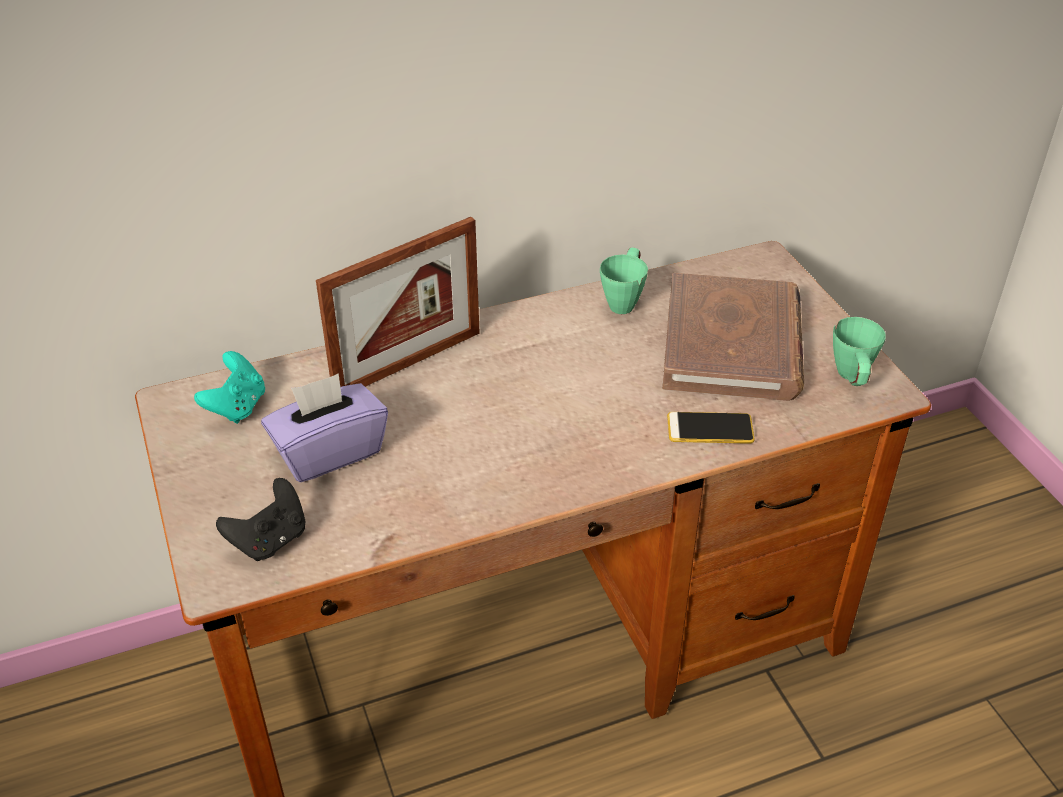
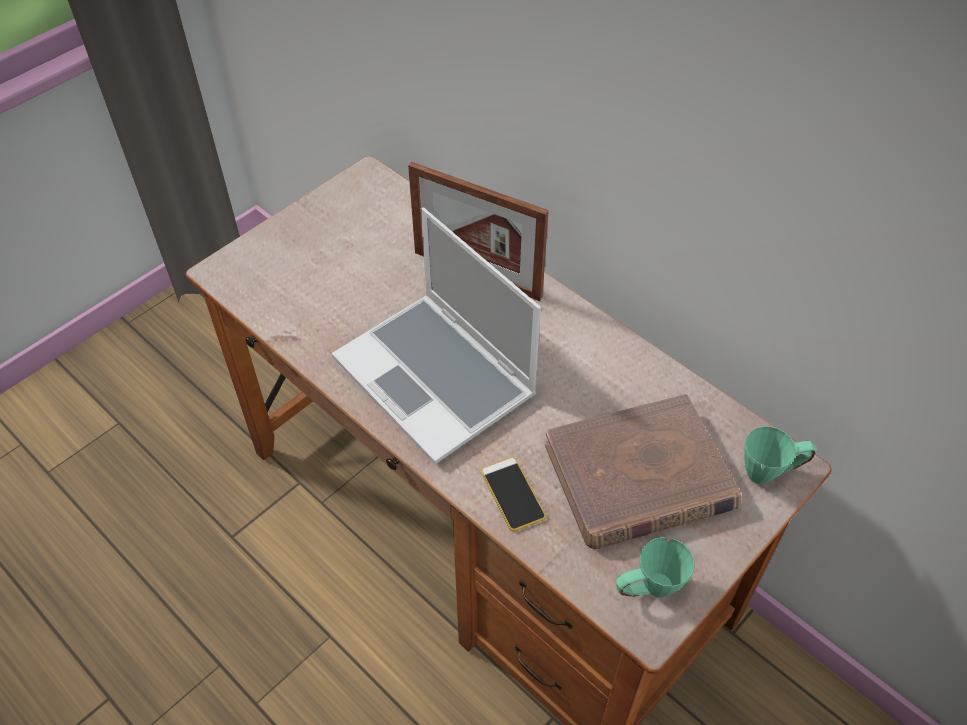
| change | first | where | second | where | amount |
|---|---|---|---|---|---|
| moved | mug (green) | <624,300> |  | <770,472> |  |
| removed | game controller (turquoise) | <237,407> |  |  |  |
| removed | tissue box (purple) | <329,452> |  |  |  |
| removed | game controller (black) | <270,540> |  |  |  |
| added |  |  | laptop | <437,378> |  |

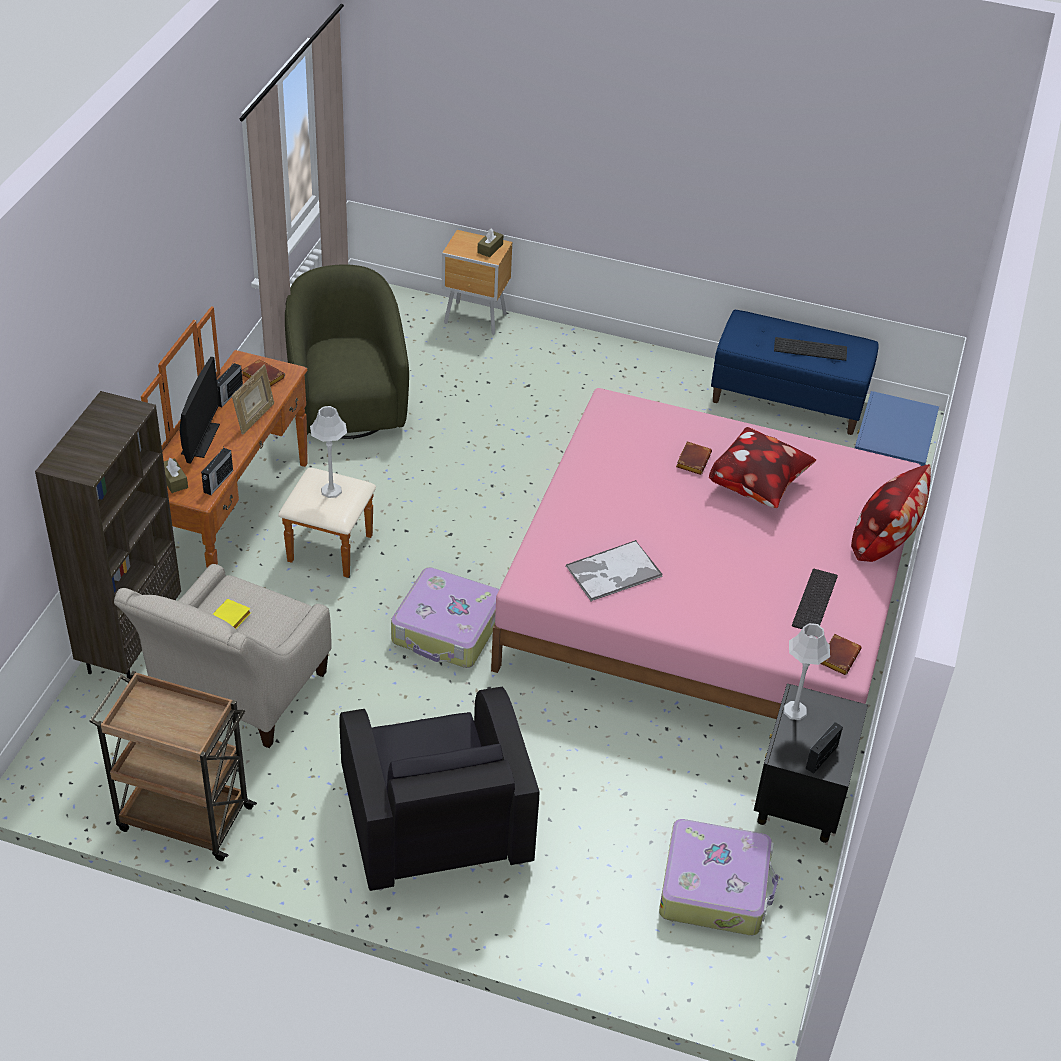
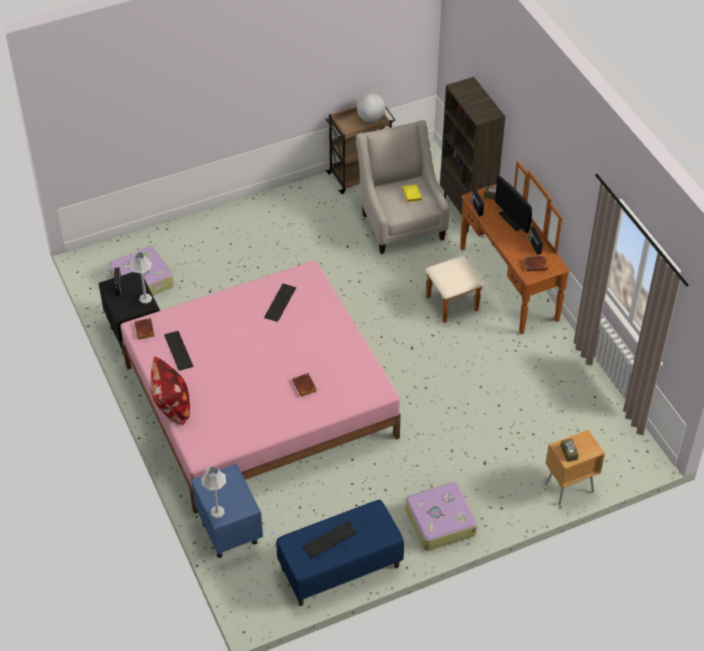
| change | first | where | second | where | amount |
|---|---|---|---|---|---|
| removed | armchair (green) | <347,404> |  |  |  |
| removed | picture frame | <255,419> |  |  |  |
| moved | table lamp (grey) | <331,490> |  | <217,512> |  |
| removed | pillow | <759,487> |  |  |  |
| replaced | tray | <612,572> | keyboard | <279,302> |  |
| moved | suitcase | <447,629> |  | <439,521> |  |
| removed | armchair (black) | <435,818> |  |  |  |
| added |  |  | globe | <370,118> |  |

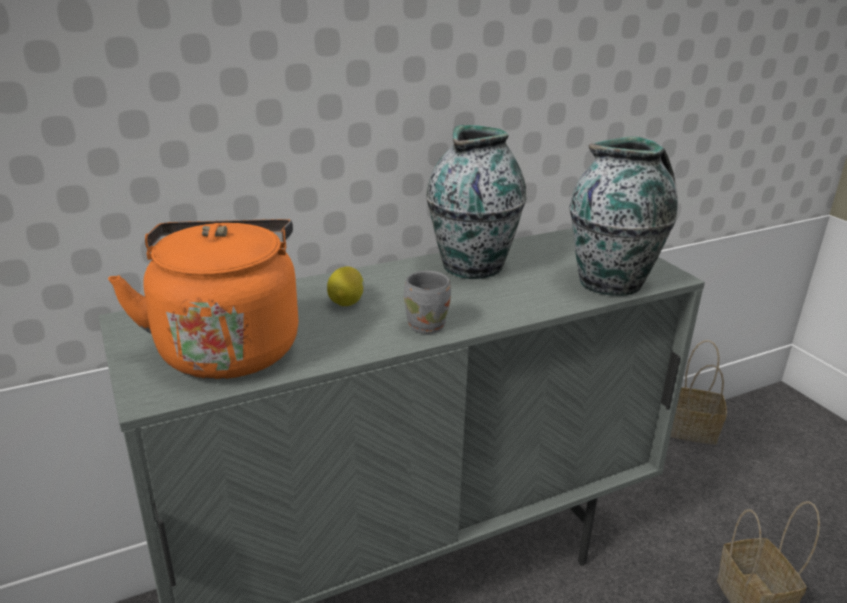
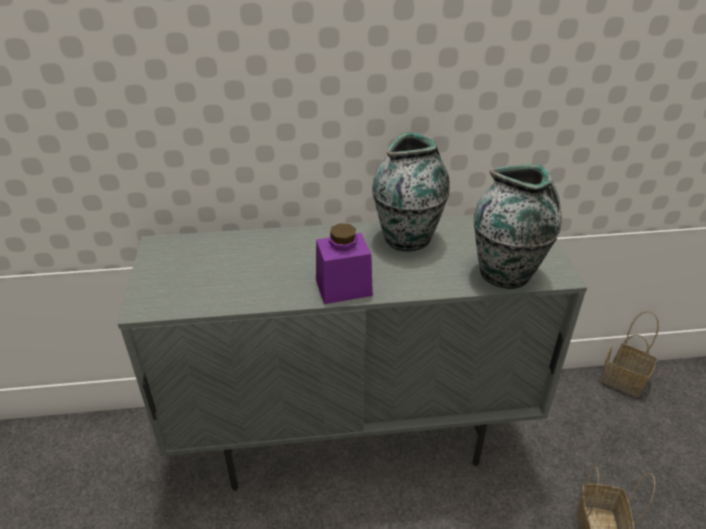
| change | first | where | second | where | amount |
|---|---|---|---|---|---|
| removed | kettle (orange) | <228,346> |  |  |  |
| removed | lemon | <346,302> |  |  |  |
| replaced | mug (grey) | <429,325> | jar (purple) | <343,287> |  |

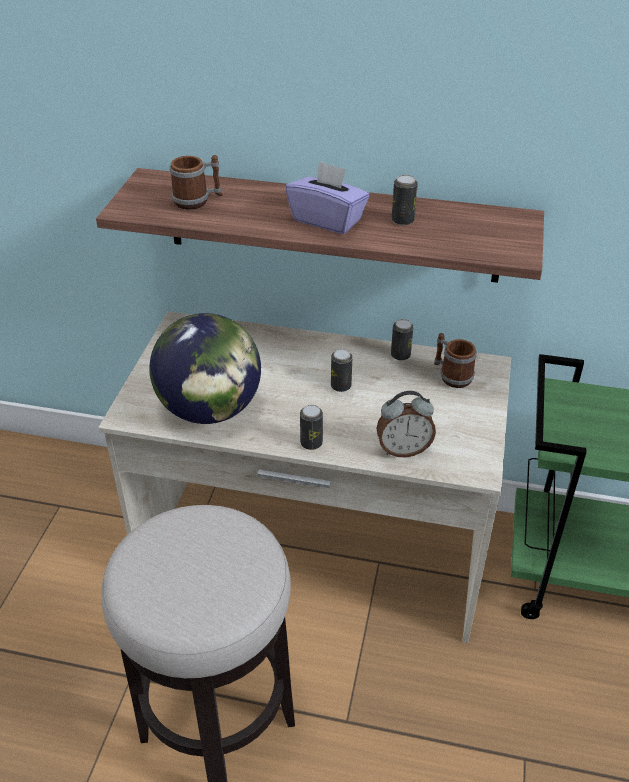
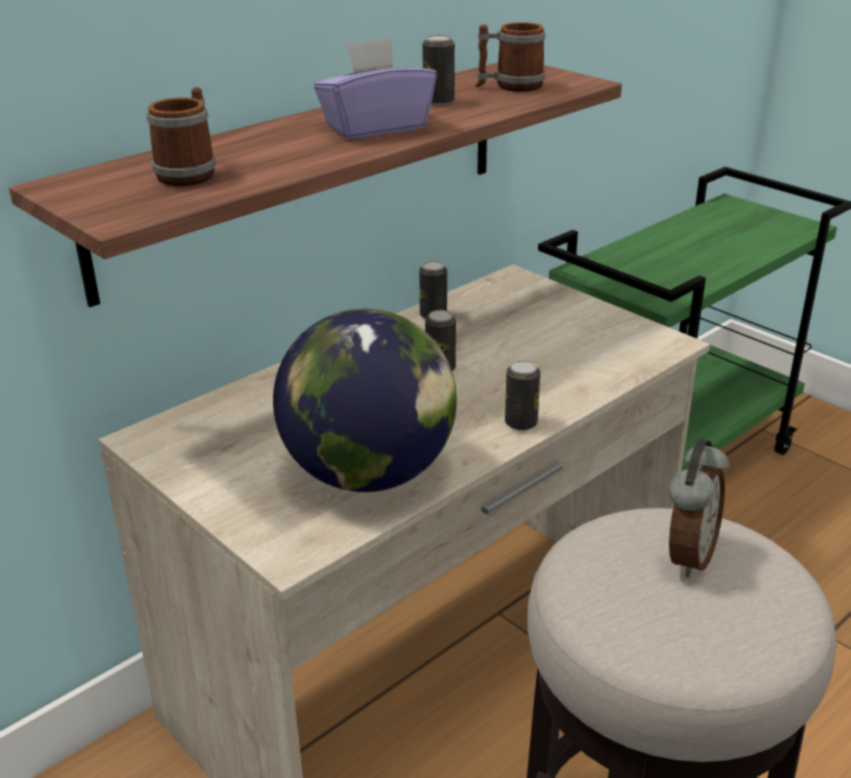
| change | first | where | second | where | amount |
|---|---|---|---|---|---|
| moved | mug | <451,375> |  | <510,86> |  |
| moved | alarm clock | <403,449> |  | <688,556> |  |

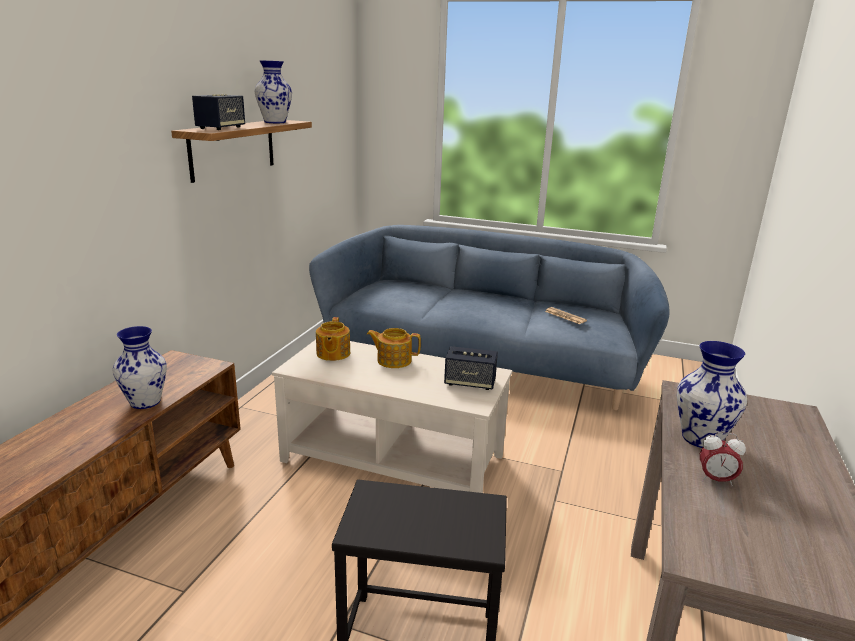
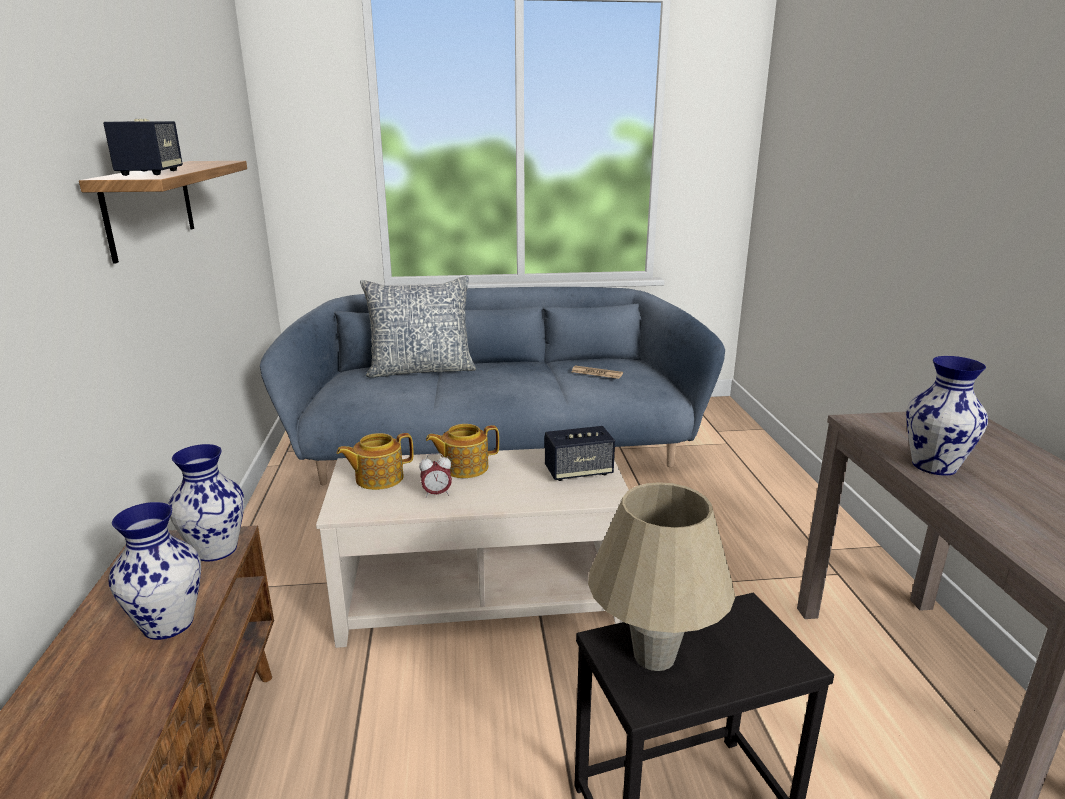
| change | first | where | second | where | amount |
|---|---|---|---|---|---|
| moved | vase | <274,122> |  | <214,550> |  |
| turned | teapot | <332,354> |  | <378,478> | 90 degrees clockwise |
| moved | alarm clock | <715,480> |  | <436,494> |  |
| added |  |  | pillow | <421,370> |  |
| added |  |  | table lamp (beige) | <654,656> |  |

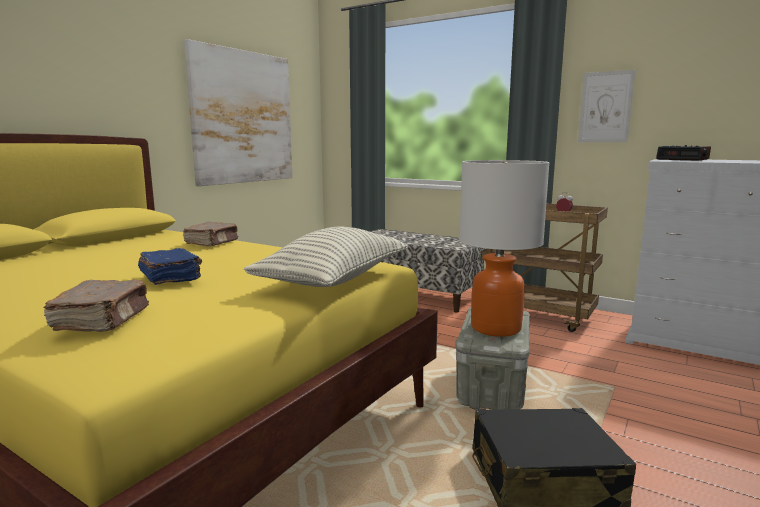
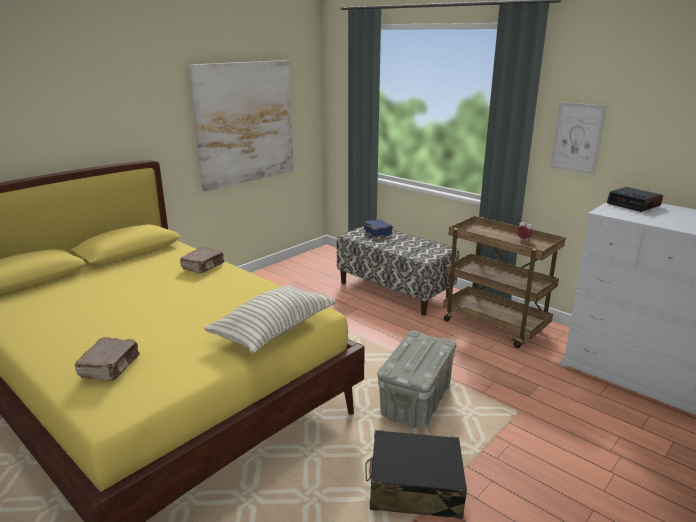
| change | first | where | second | where | amount |
|---|---|---|---|---|---|
| removed | table lamp | <496,328> |  |  |  |
| moved | book (blue) | <171,278> |  | <377,233> |  |

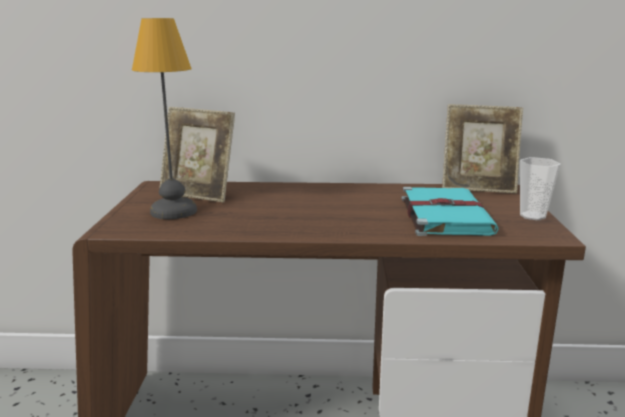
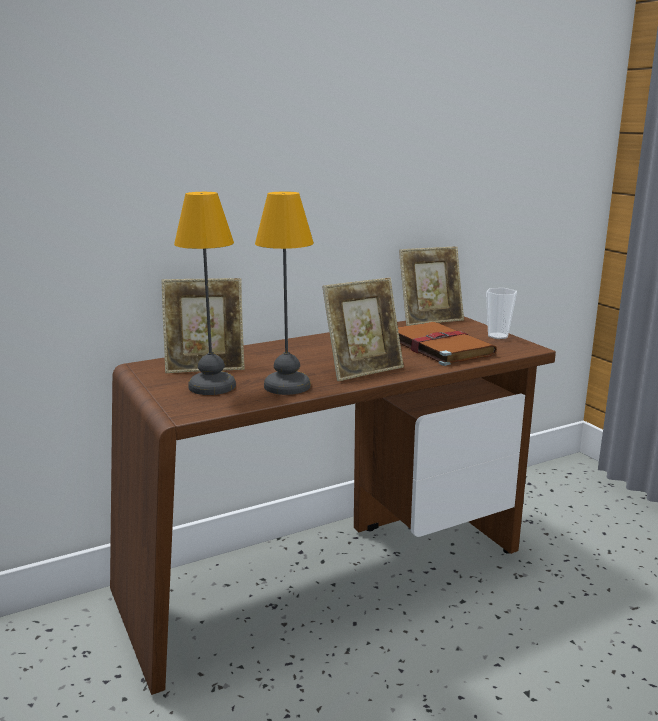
| change | first | where | second | where | amount |
|---|---|---|---|---|---|
| recoloured | book (turquoise) | <444,215> | book (brown) | <438,346> |  |
| added |  |  | table lamp | <286,385> |  |
| added |  |  | picture frame | <363,370> |  |

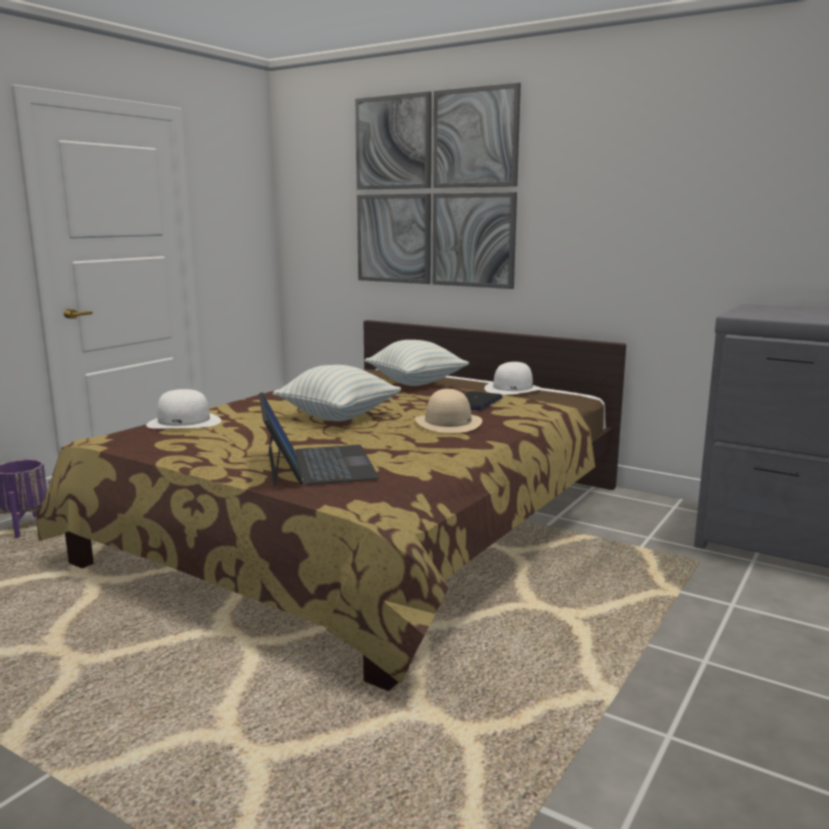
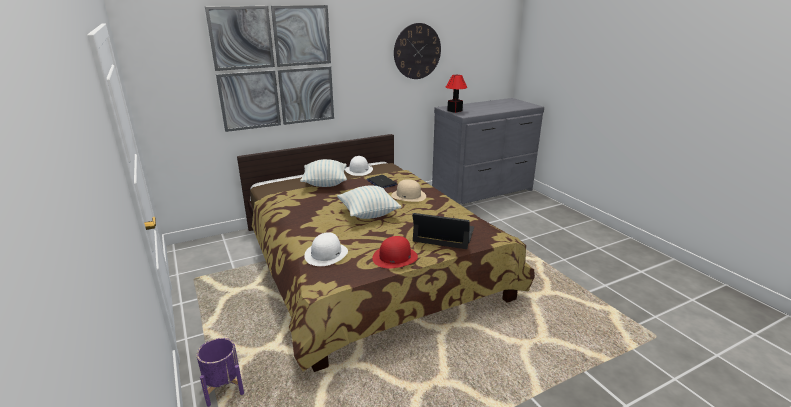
| change | first | where | second | where | amount |
|---|---|---|---|---|---|
| added |  |  | wall clock | <417,51> |  |
| added |  |  | table lamp | <455,111> |  |
| added |  |  | hat (red) | <395,257> |  |

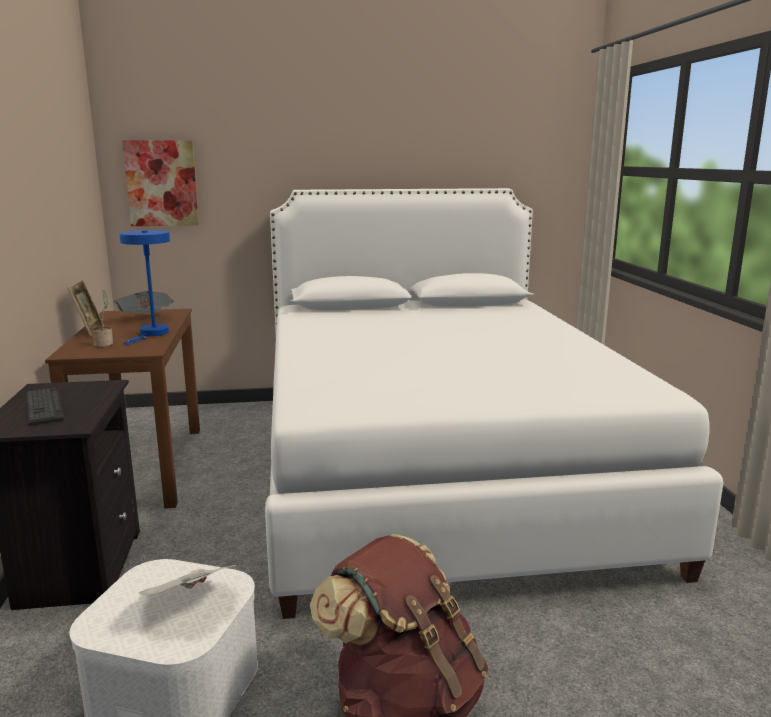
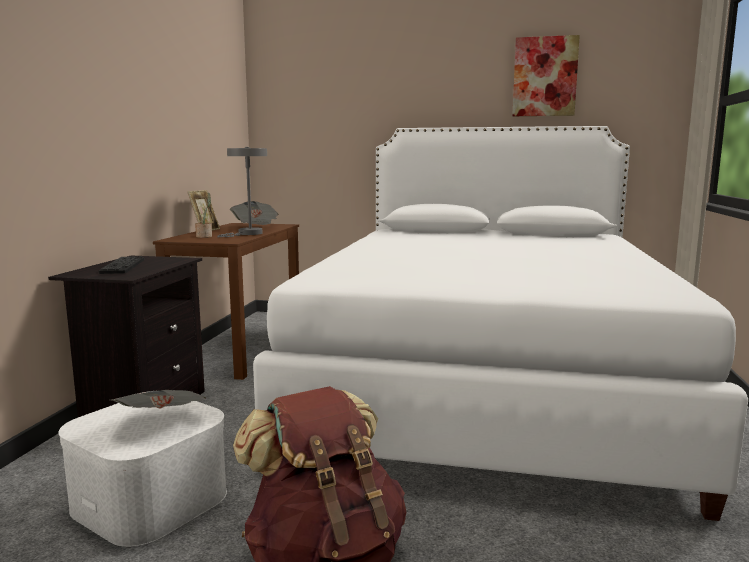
| change | first | where | second | where | amount |
|---|---|---|---|---|---|
| moved | picture | <162,183> |  | <545,77> |  |
| recoloured | table lamp (blue) | <151,334> | table lamp (grey) | <247,234> |  |

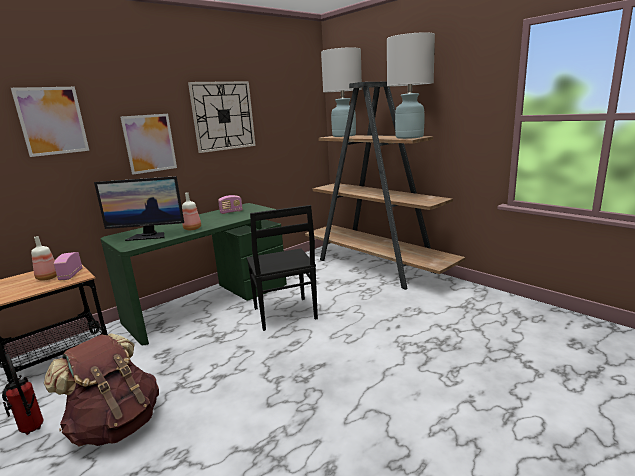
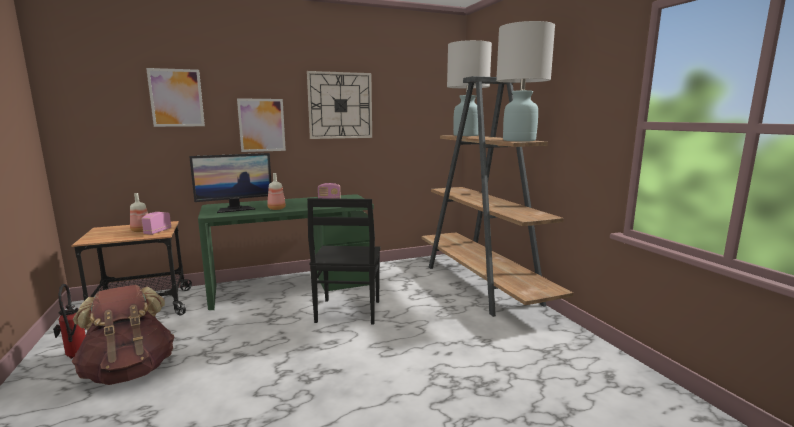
| change | first | where | second | where | amount |
|---|---|---|---|---|---|
| turned | monitor | <148,236> |  | <235,209> | 45 degrees counterclockwise |

